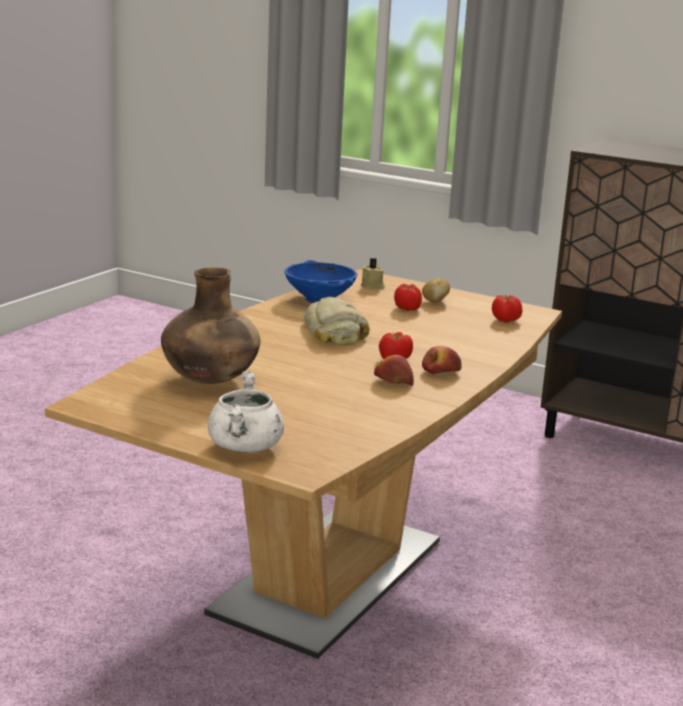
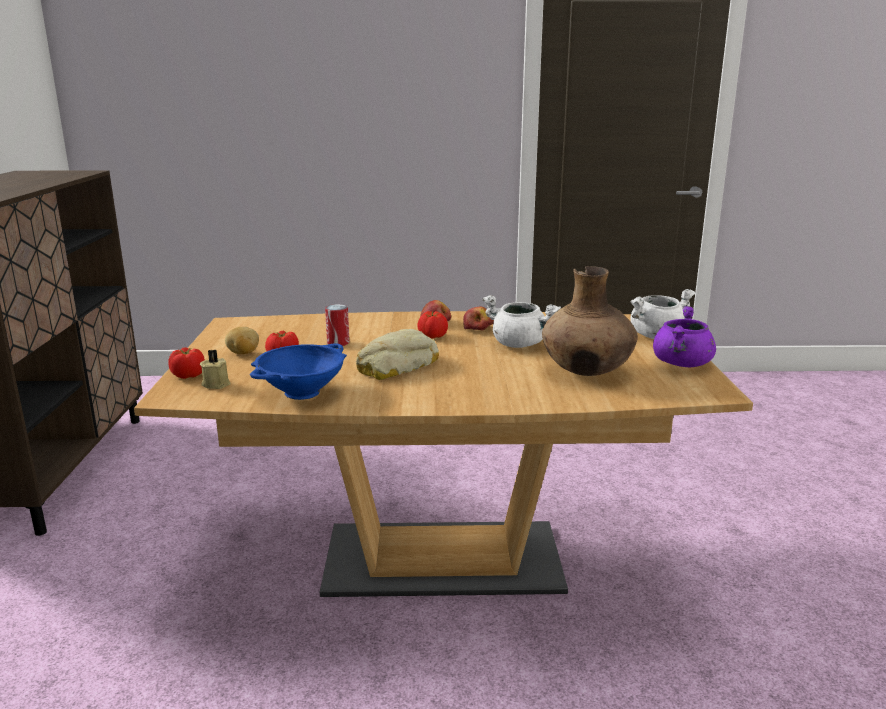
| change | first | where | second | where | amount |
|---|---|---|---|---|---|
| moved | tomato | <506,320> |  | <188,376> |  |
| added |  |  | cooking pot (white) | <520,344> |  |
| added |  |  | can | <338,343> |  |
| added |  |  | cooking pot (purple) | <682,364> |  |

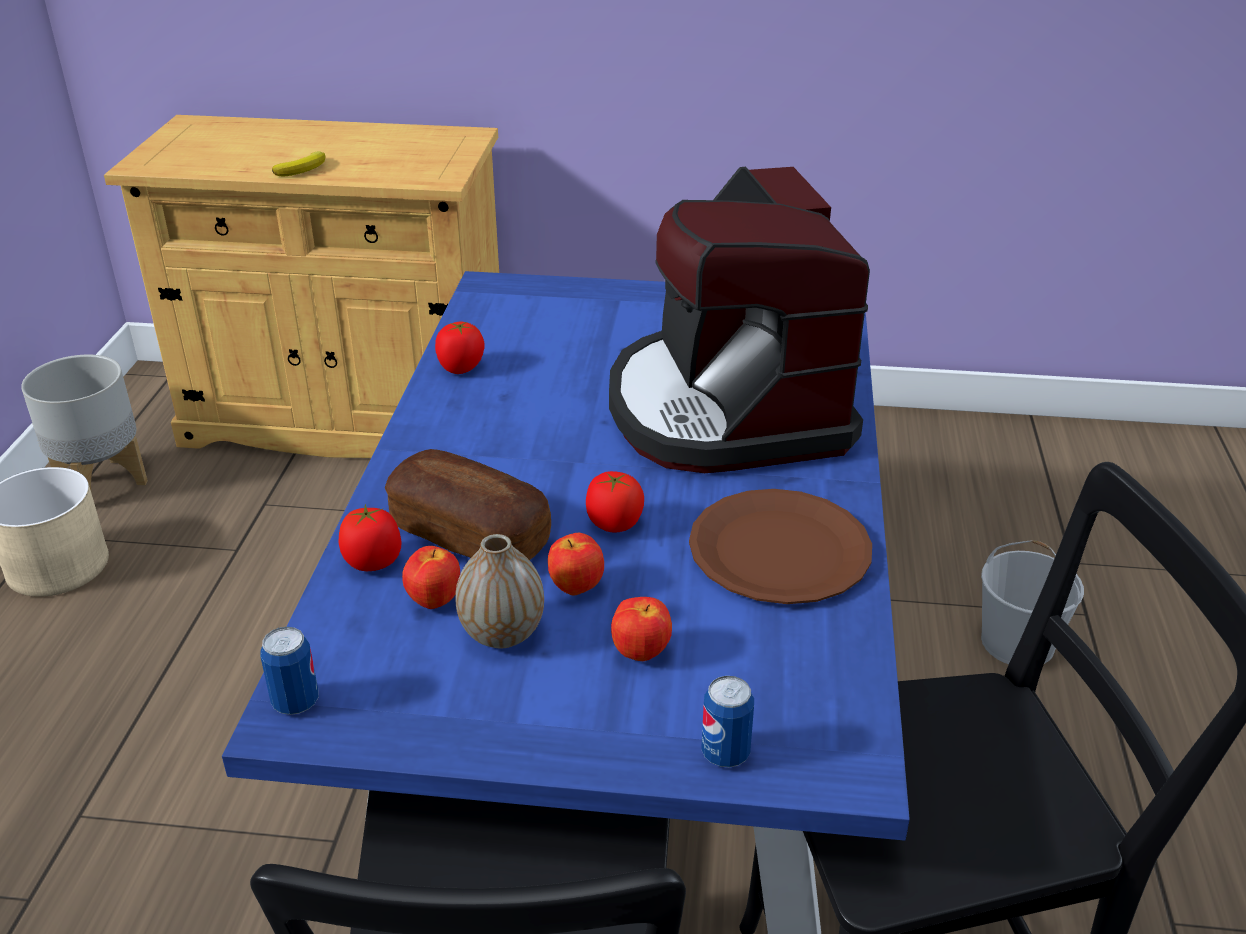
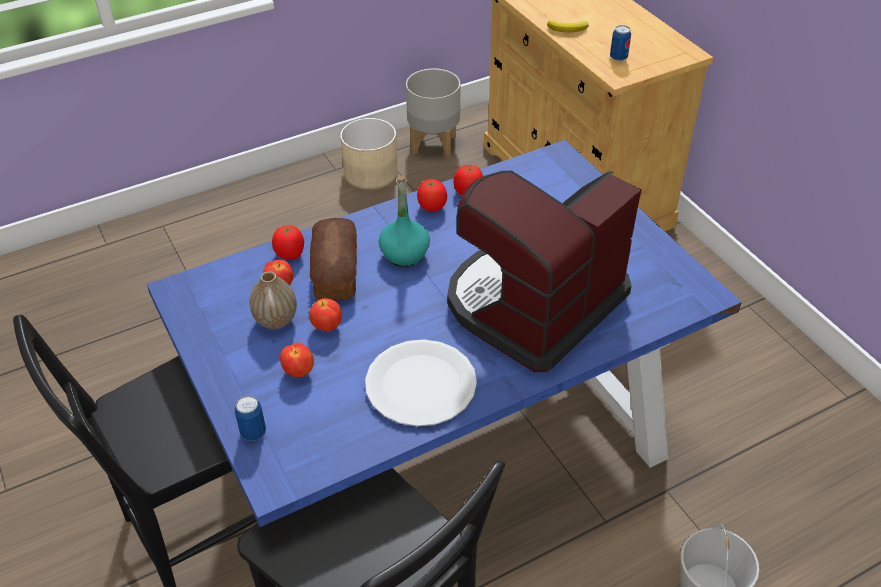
| change | first | where | second | where | amount |
|---|---|---|---|---|---|
| moved | tomato | <614,524> |  | <431,207> |  |
| recoloured | plate (brown) | <780,550> | plate (white) | <421,384> |  |
| moved | can | <295,702> |  | <618,58> |  |
| added |  |  | bottle (turquoise) | <404,254> |  |

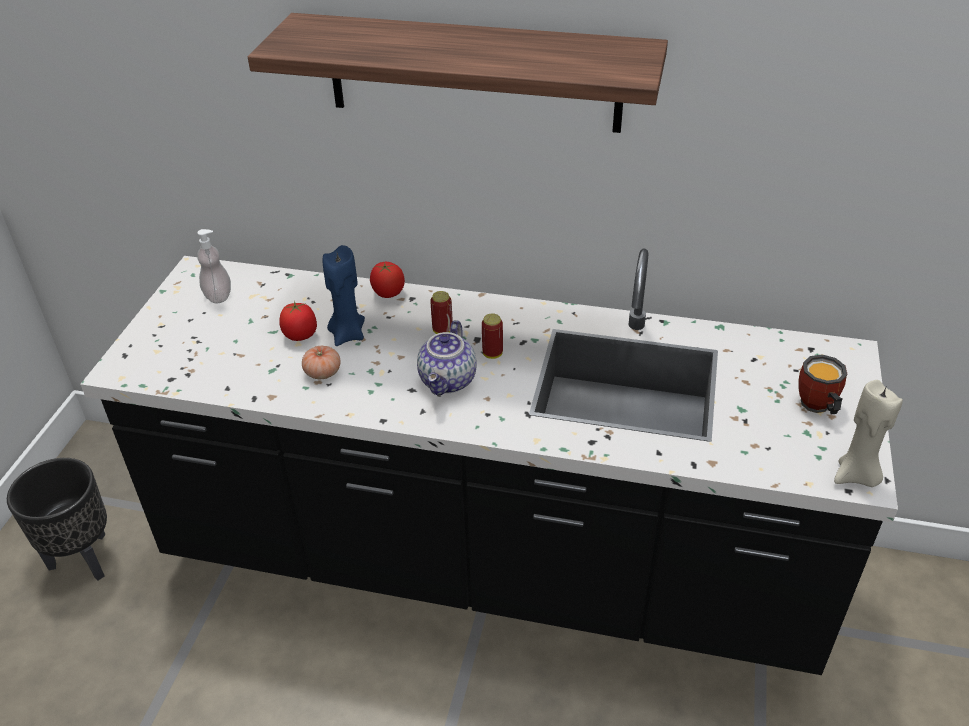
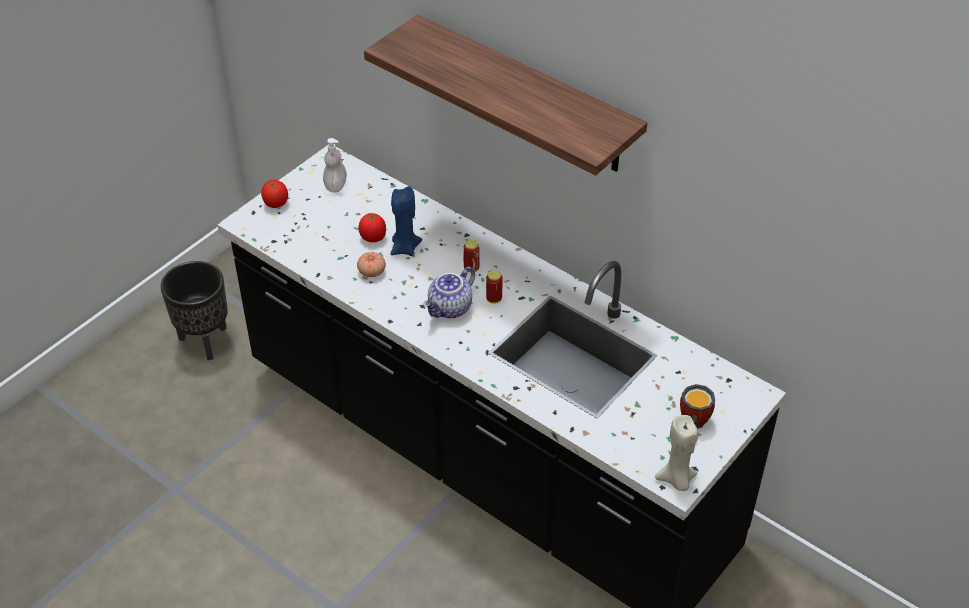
| change | first | where | second | where | amount |
|---|---|---|---|---|---|
| moved | tomato | <388,293> |  | <275,203> |  |

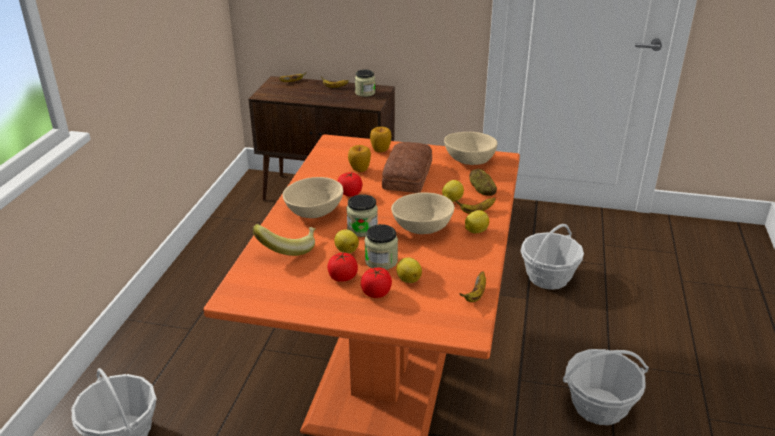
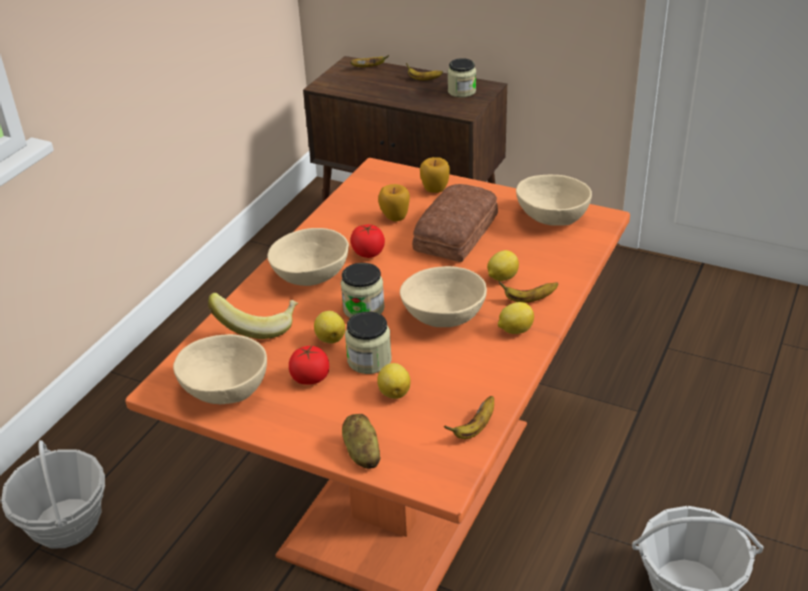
| change | first | where | second | where | amount |
|---|---|---|---|---|---|
| moved | potato | <481,190> |  | <361,453> |  |
| removed | basket | <548,277> |  |  |  |
| removed | tomato | <376,293> |  |  |  |
| added |  |  | bowl (beige) | <226,390> |  |

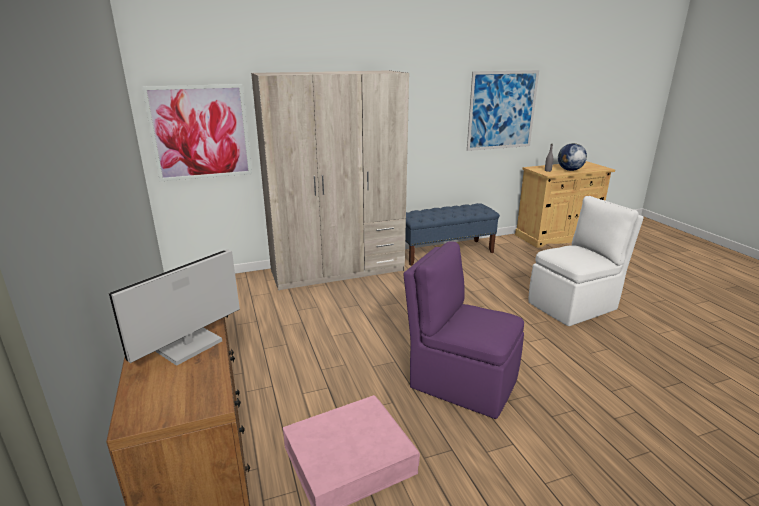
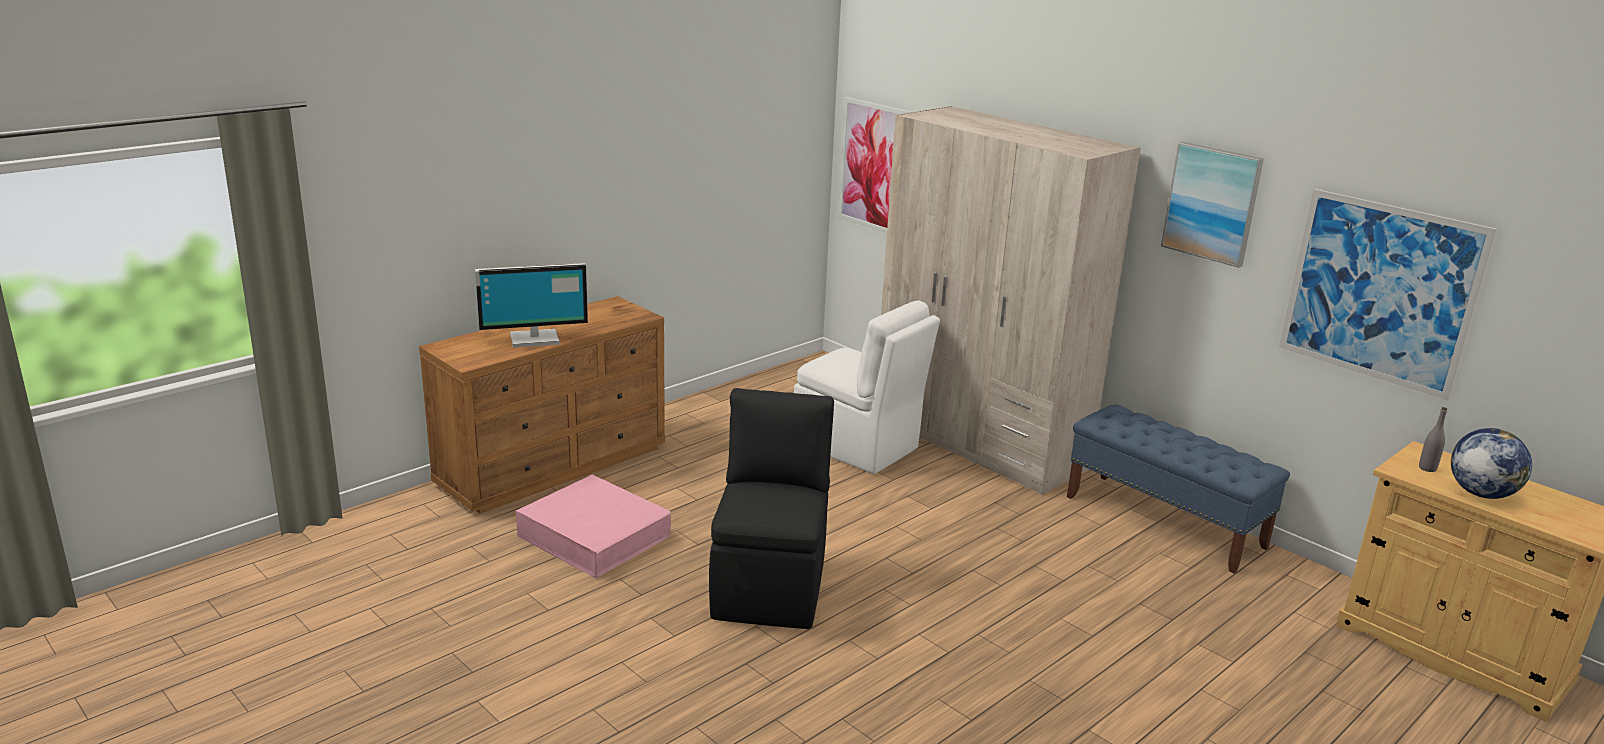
| change | first | where | second | where | amount |
|---|---|---|---|---|---|
| moved | chair (white) | <574,305> |  | <857,447> |  |
| recoloured | chair (purple) | <461,382> | chair (black) | <770,586> |  |
| turned | monitor | <190,347> |  | <534,338> | 150 degrees clockwise |
| added |  |  | picture | <1212,203> |  |

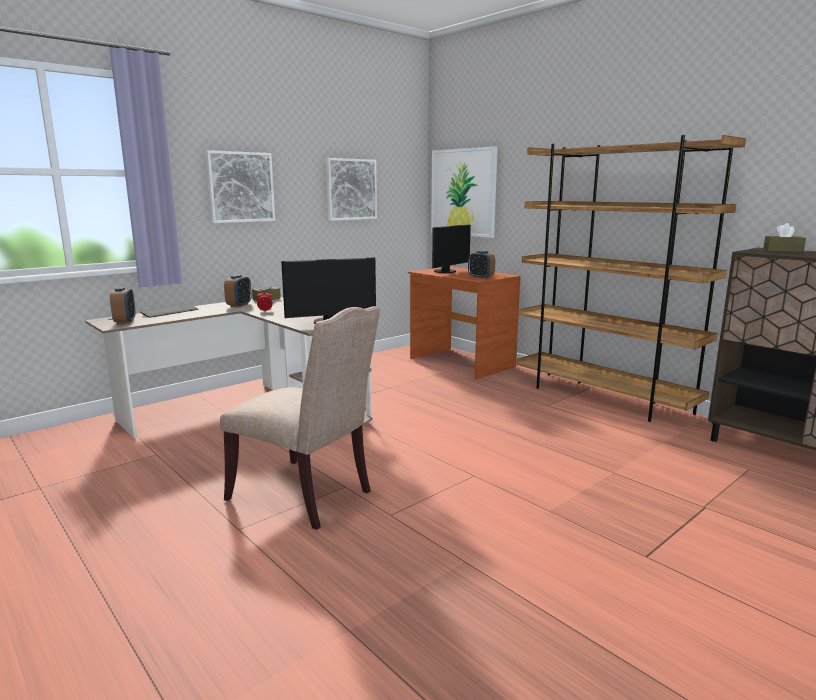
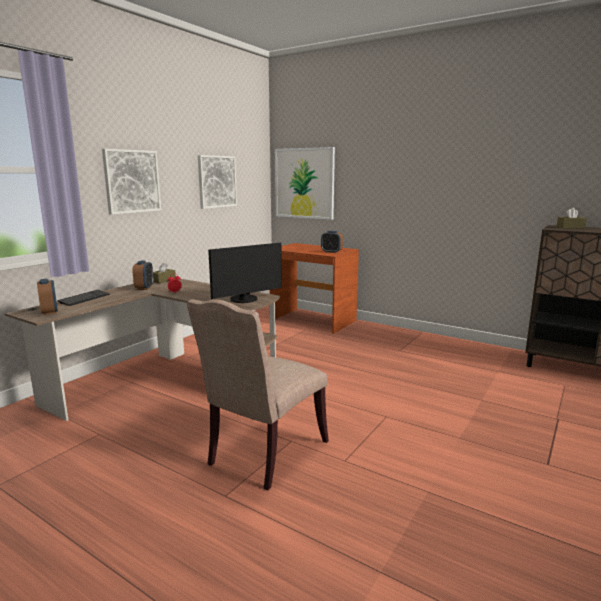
| change | first | where | second | where | amount |
|---|---|---|---|---|---|
| removed | bookcase (brown) | <603,398> |  |  |  |
| removed | monitor | <447,271> |  |  |  |
| turned | chair (beige) | <306,496> |  | <264,454> | 105 degrees clockwise |

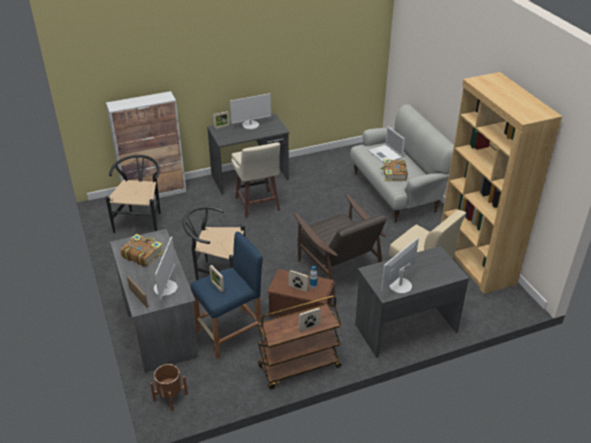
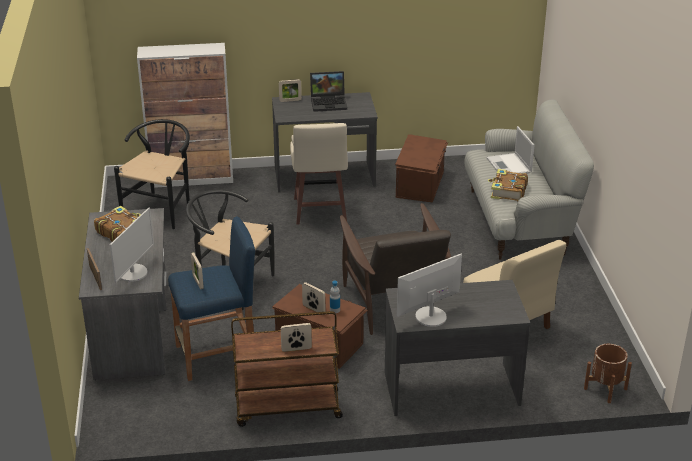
| change | first | where | second | where | amount |
|---|---|---|---|---|---|
| removed | bookcase (brown) | <475,261> |  |  |  |
| replaced | monitor | <250,125> | laptop | <329,103> |  |
| moved | planter (brown) | <170,397> |  | <605,389> |  |
| added |  |  | storage box (brown) | <421,184> |  |

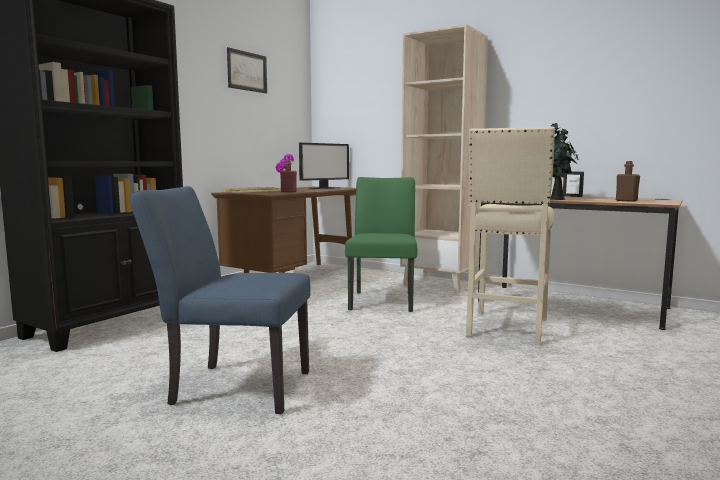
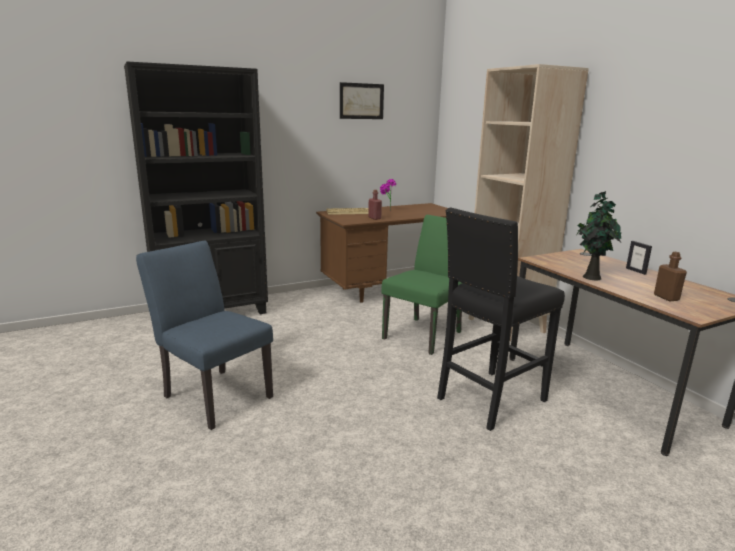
| change | first | where | second | where | amount |
|---|---|---|---|---|---|
| recoloured | stool (beige) | <506,328> | stool (black) | <489,400> |  |
| removed | monitor | <325,188> |  |  |  |

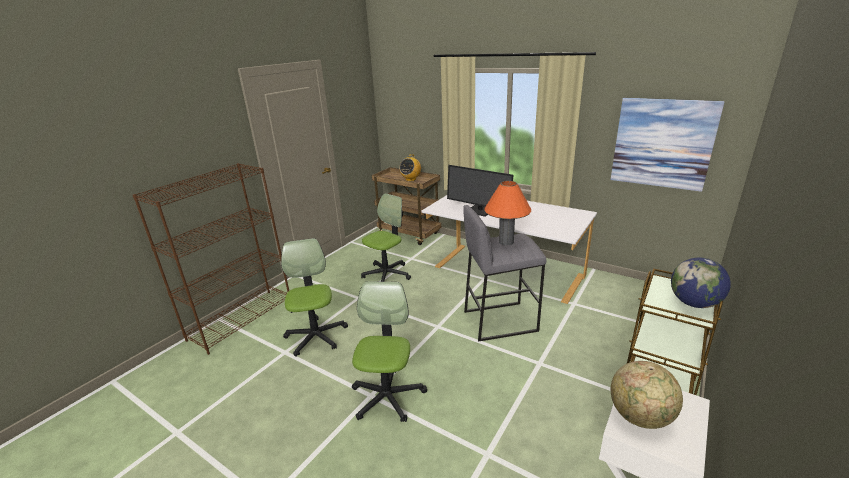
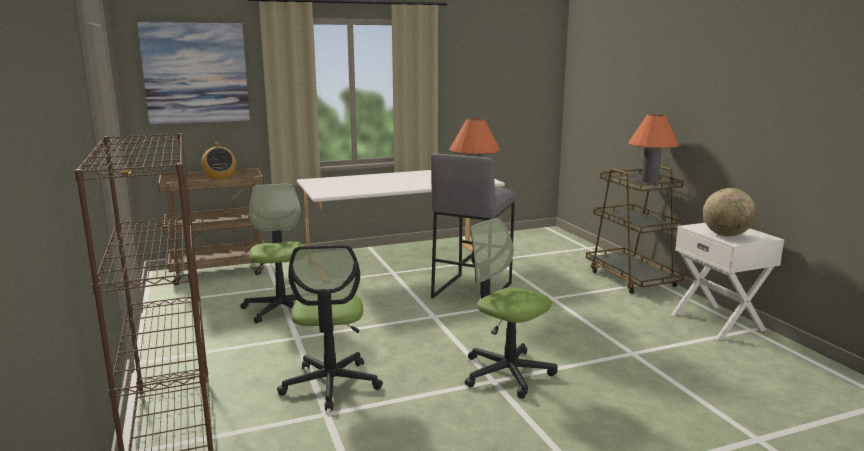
| change | first | where | second | where | amount |
|---|---|---|---|---|---|
| moved | picture | <662,143> |  | <196,73> |  |
| removed | monitor | <479,210> |  |  |  |
| turned | office chair | <316,336> |  | <331,384> | 120 degrees counterclockwise |
| replaced | globe | <694,303> | table lamp (orange) | <649,181> |  |

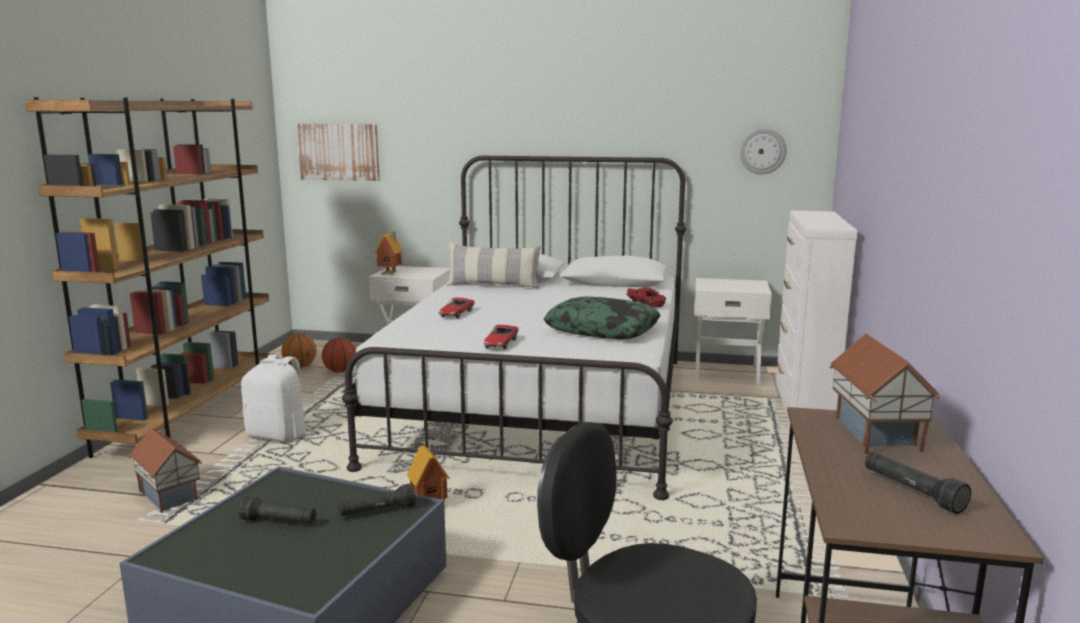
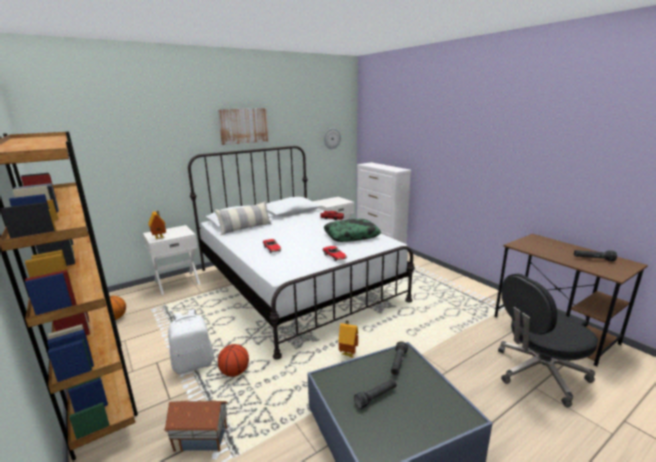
| change | first | where | second | where | amount |
|---|---|---|---|---|---|
| moved | picture | <339,152> |  | <244,126> |  |
| removed | toy house | <873,434> |  |  |  |
| moved | basketball | <340,371> |  | <235,372> |  |

